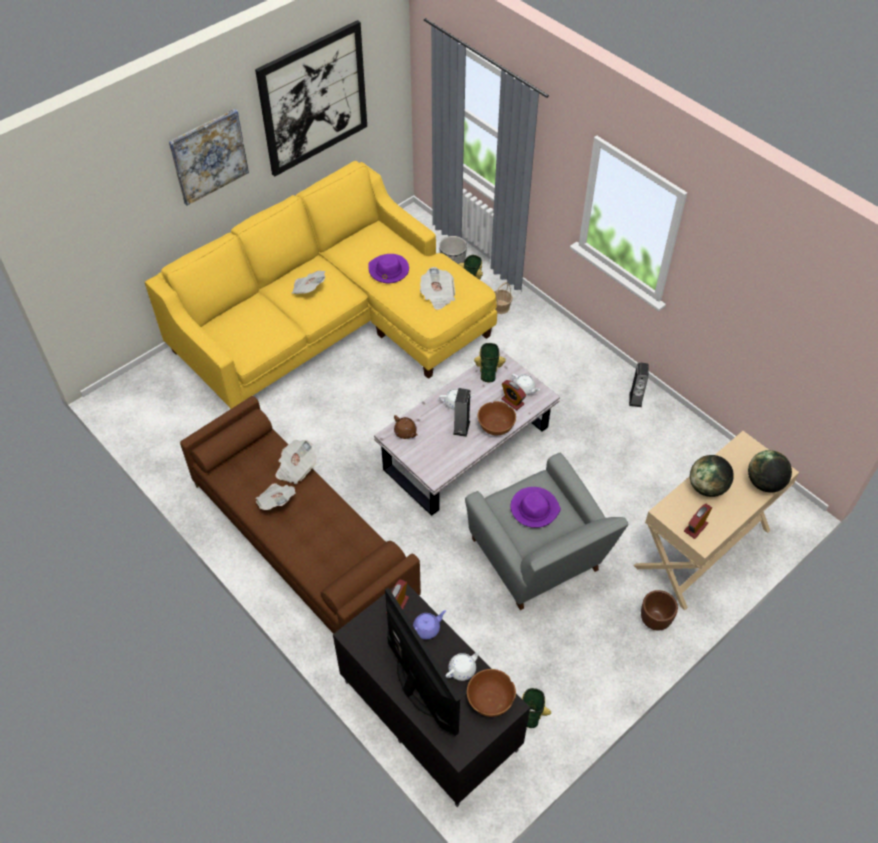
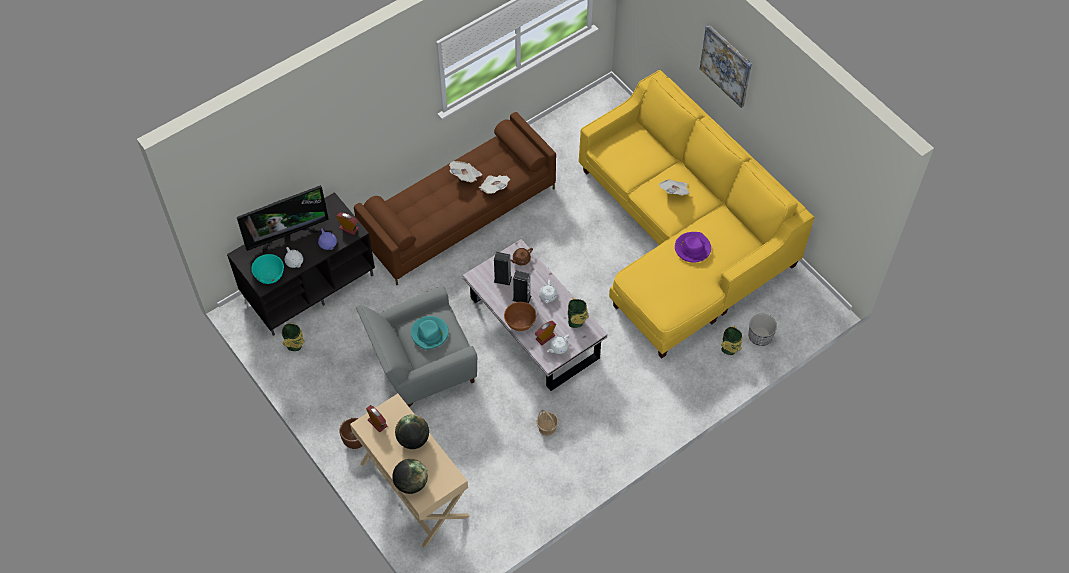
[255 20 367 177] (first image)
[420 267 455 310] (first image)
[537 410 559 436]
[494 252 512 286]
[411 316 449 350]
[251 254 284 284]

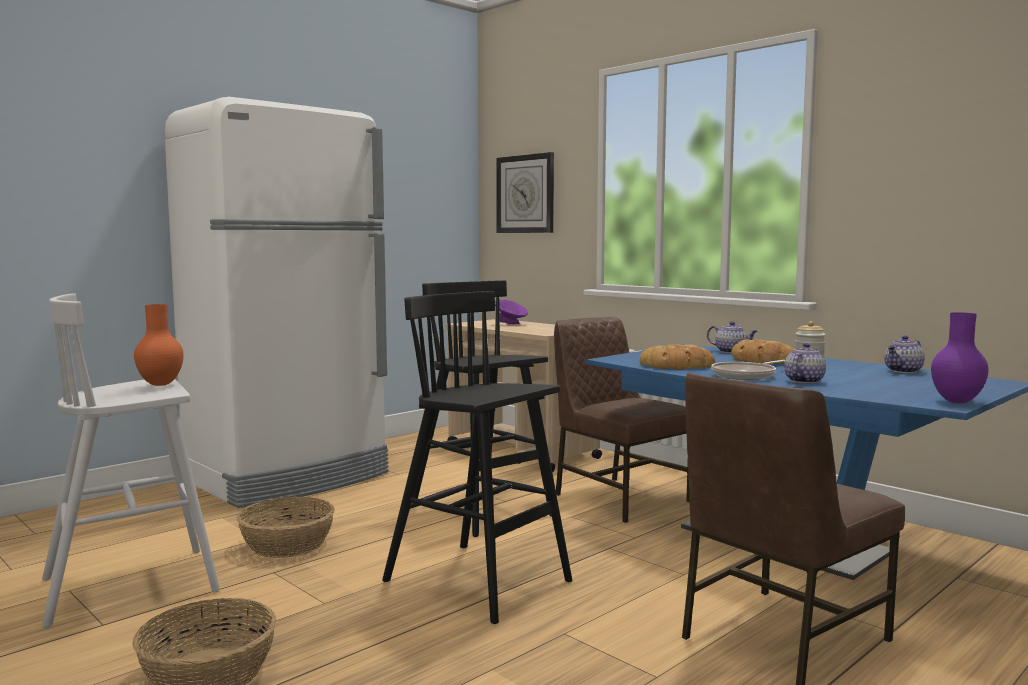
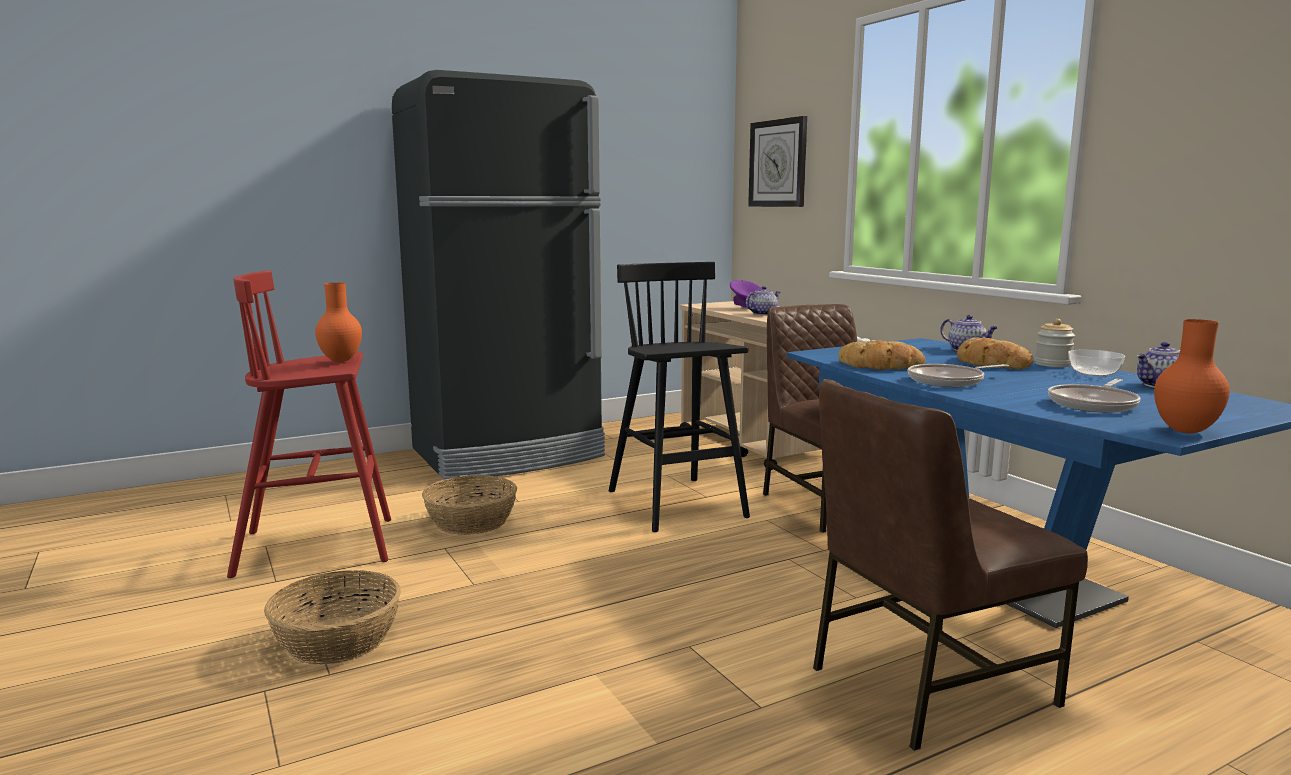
[392 70 605 480]
[382 291 572 624] (first image)
[227 270 391 578]
[1154 319 1230 434]
[746 286 781 315]
[1068 350 1125 376]
[1048 379 1141 413]

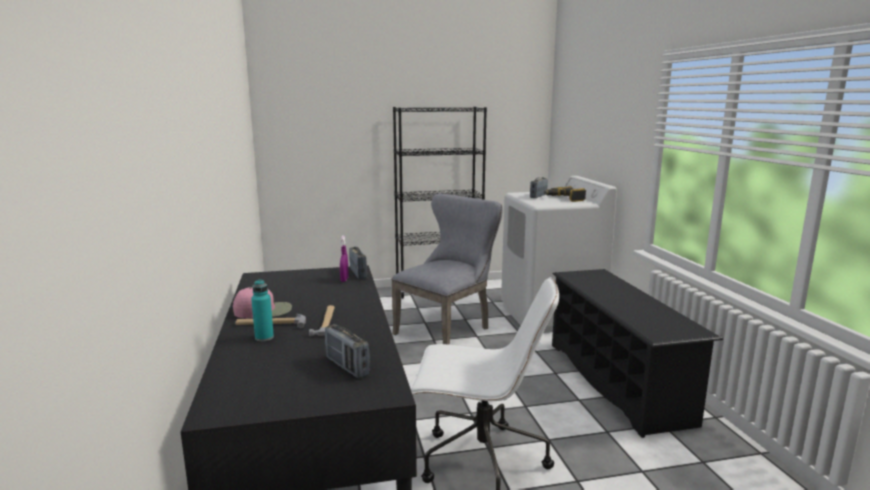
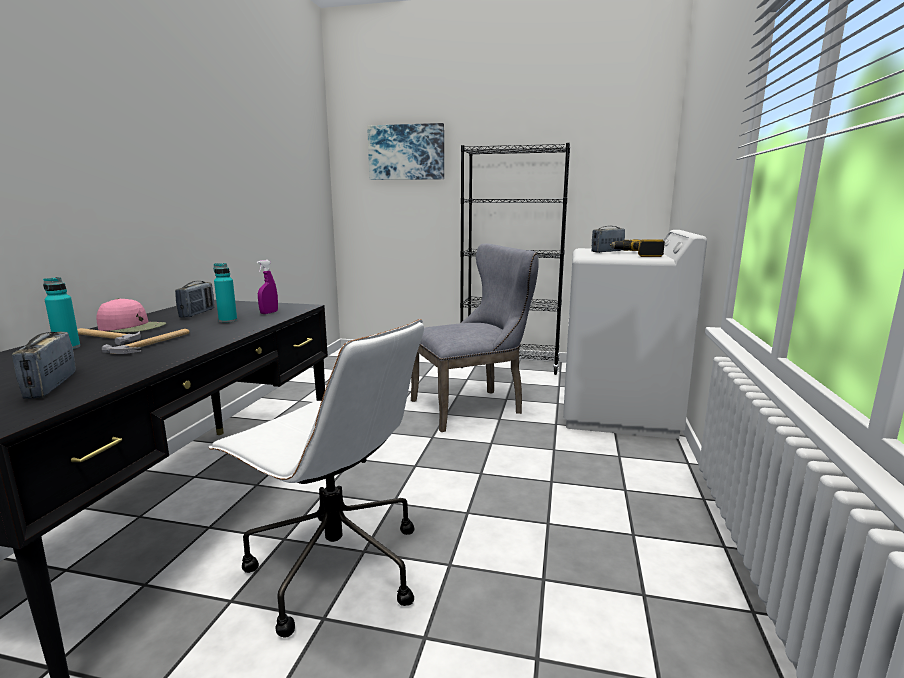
[175 281 214 318]
[552 269 723 438] (first image)
[367 123 444 180]
[214 263 237 323]

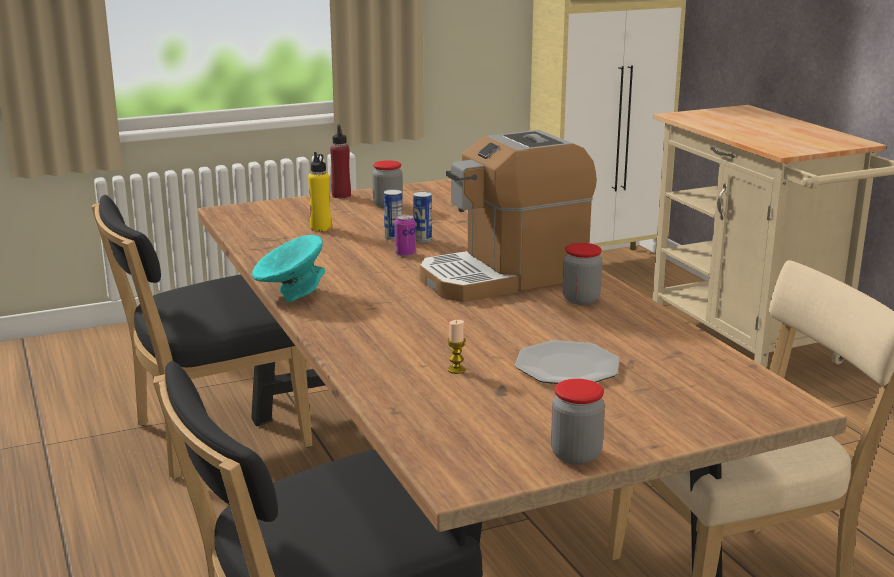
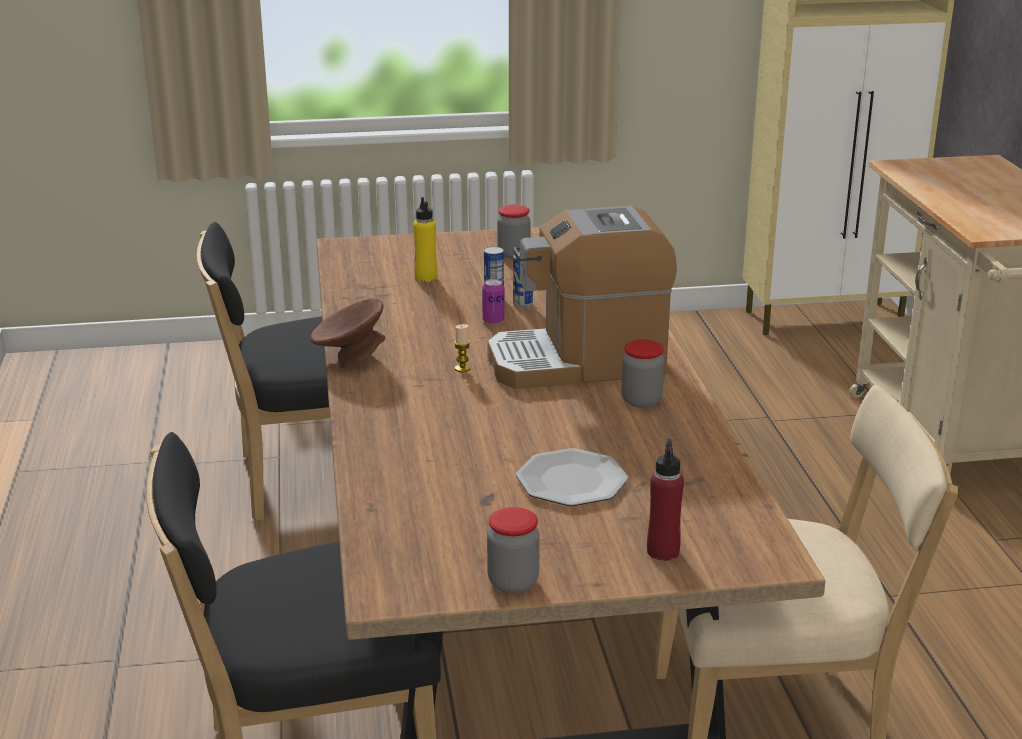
[647 439 684 561]
[310 298 385 368]
[454 324 470 372]

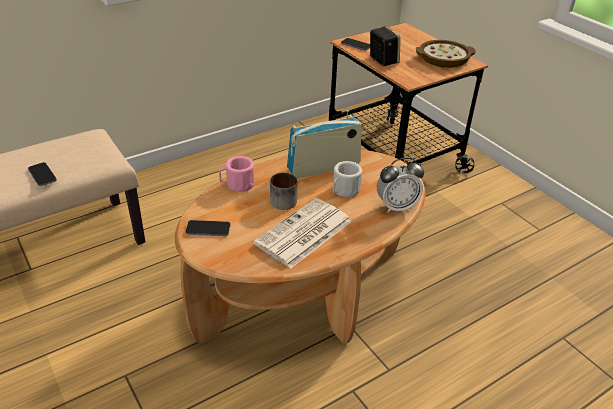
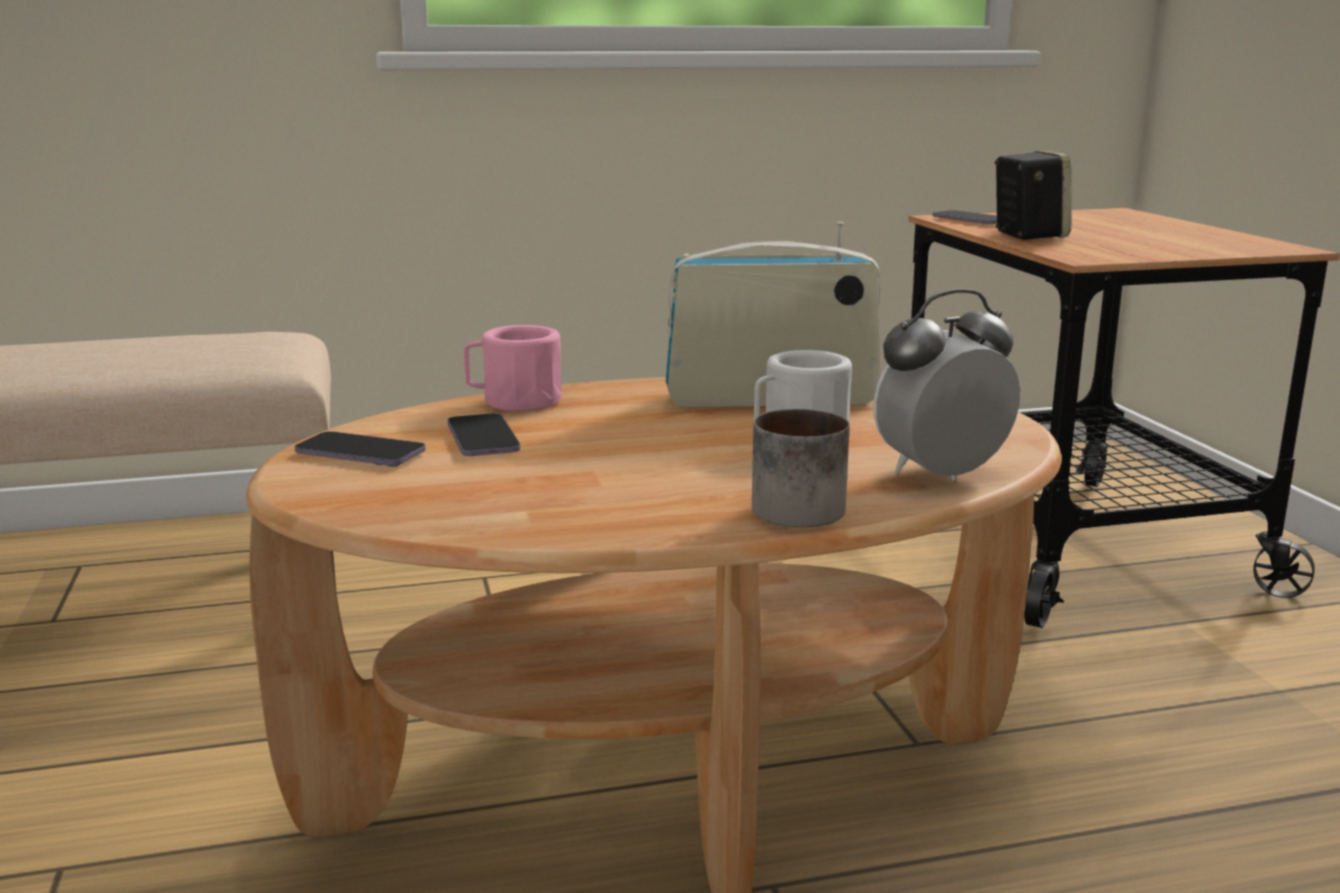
[416 40 476 68] (first image)
[874 289 1020 480]
[448 413 520 456]
[752 409 849 527]
[253 198 352 268] (first image)

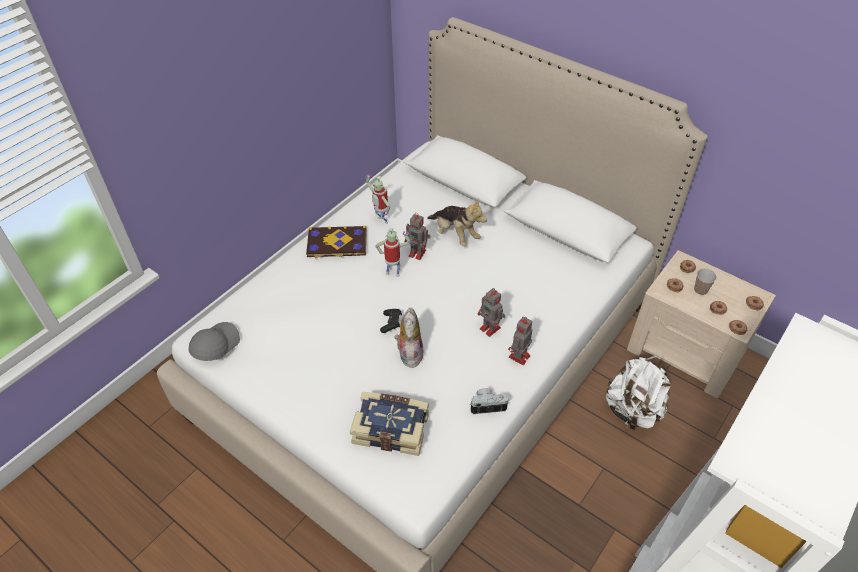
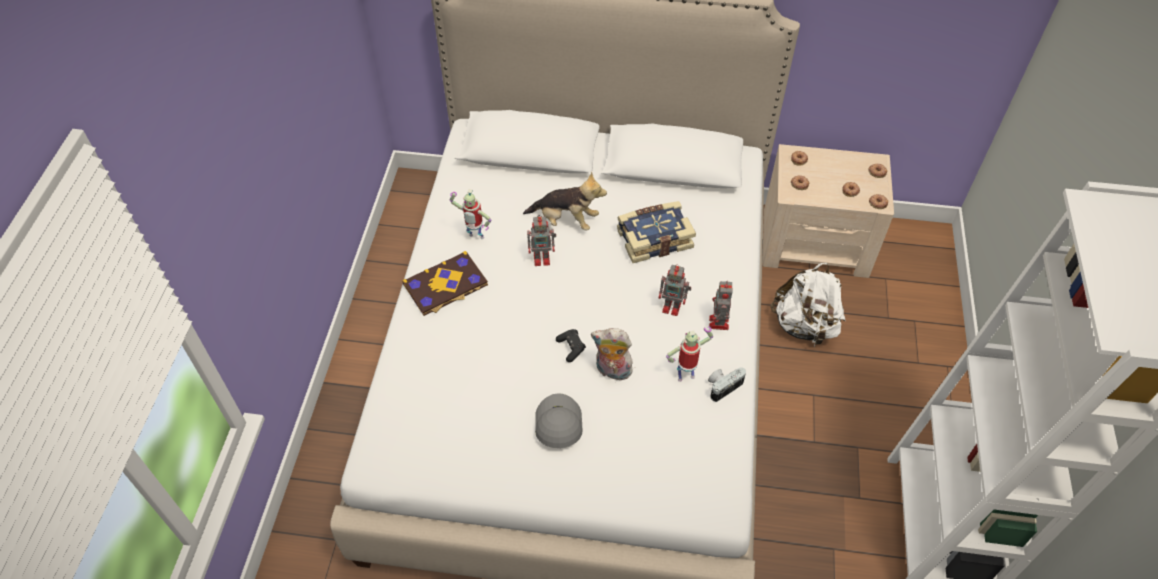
[666 326 713 382]
[694 269 717 295] (first image)
[591 328 633 381]
[535 393 583 448]
[617 201 696 263]

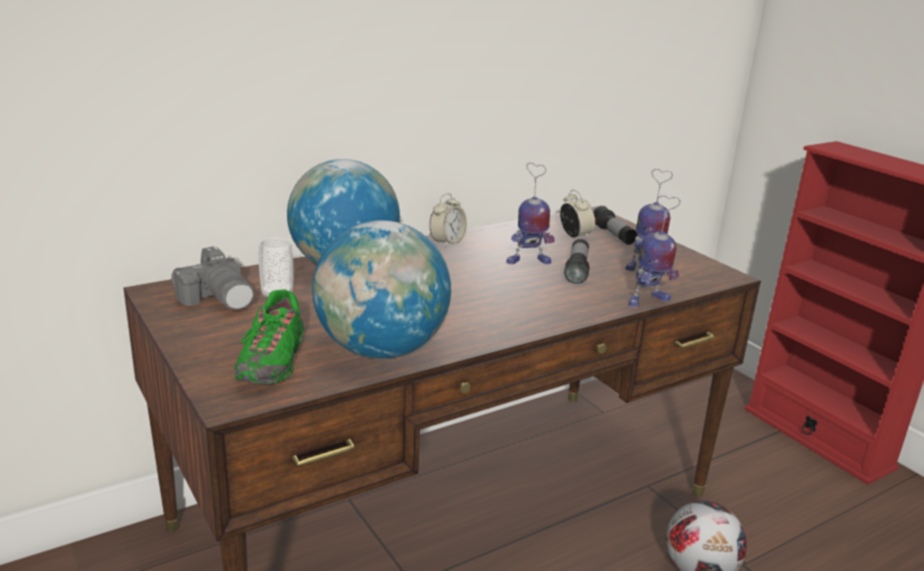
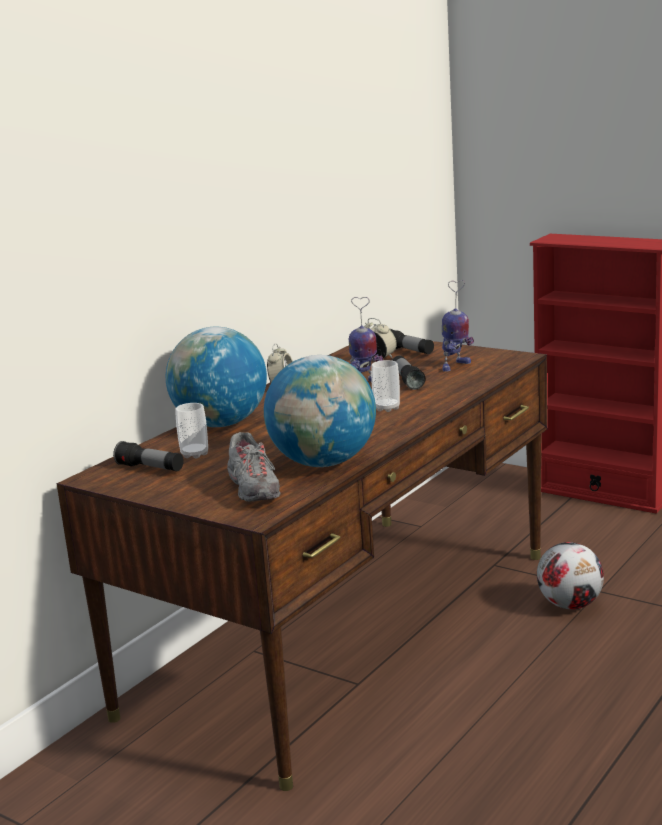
[629 196 680 307] (first image)
[113 441 184 471]
[227 432 281 502]
[371 360 400 412]

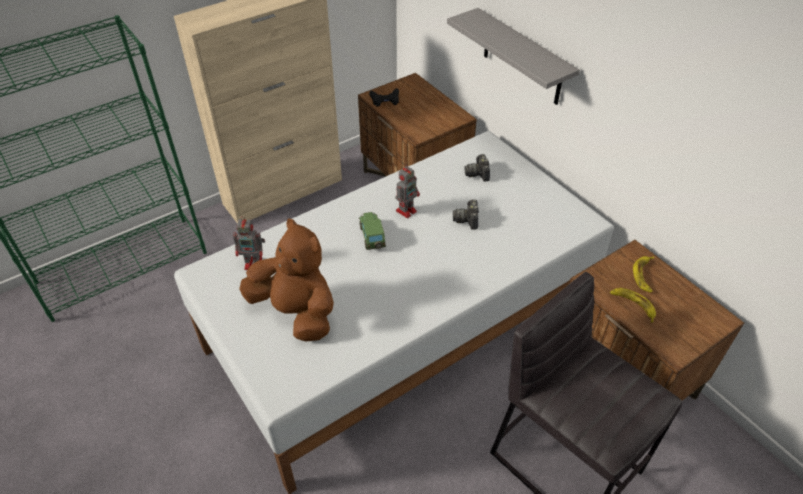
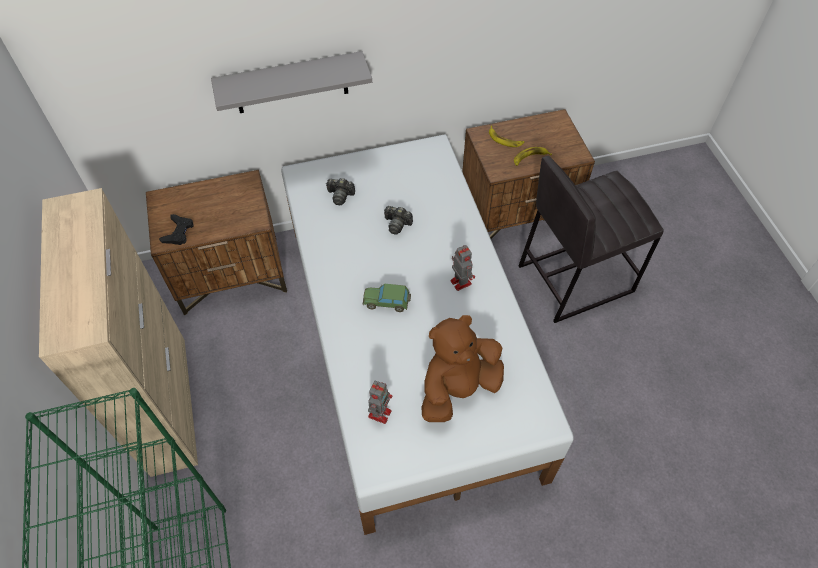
[450 245 475 291]

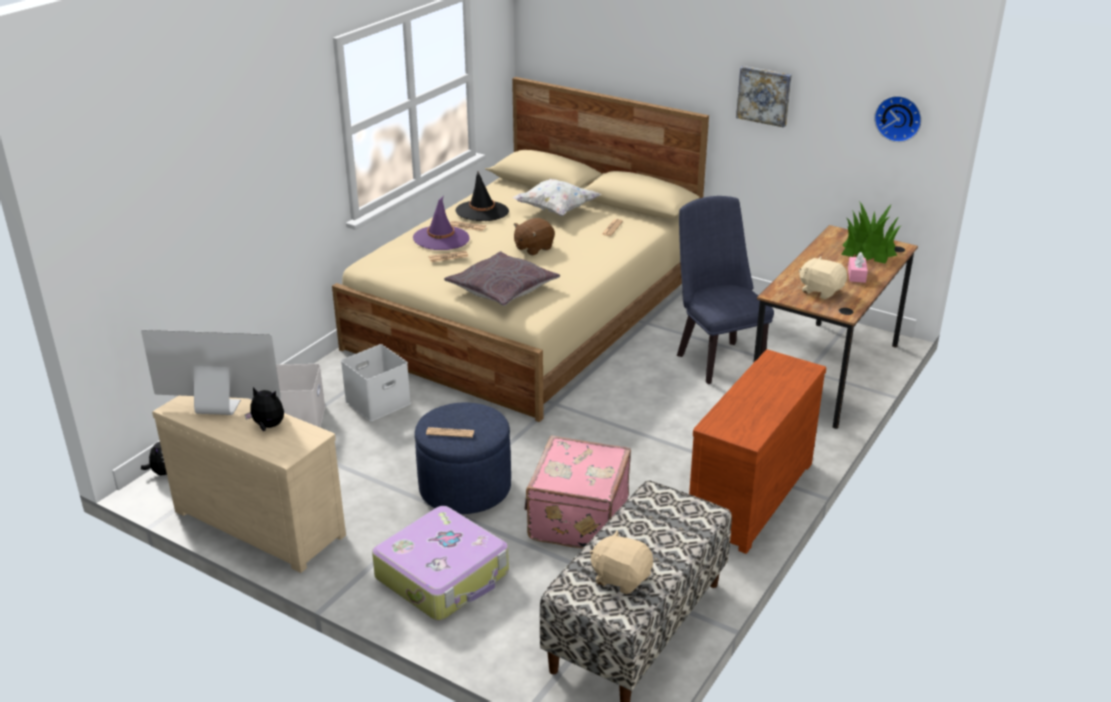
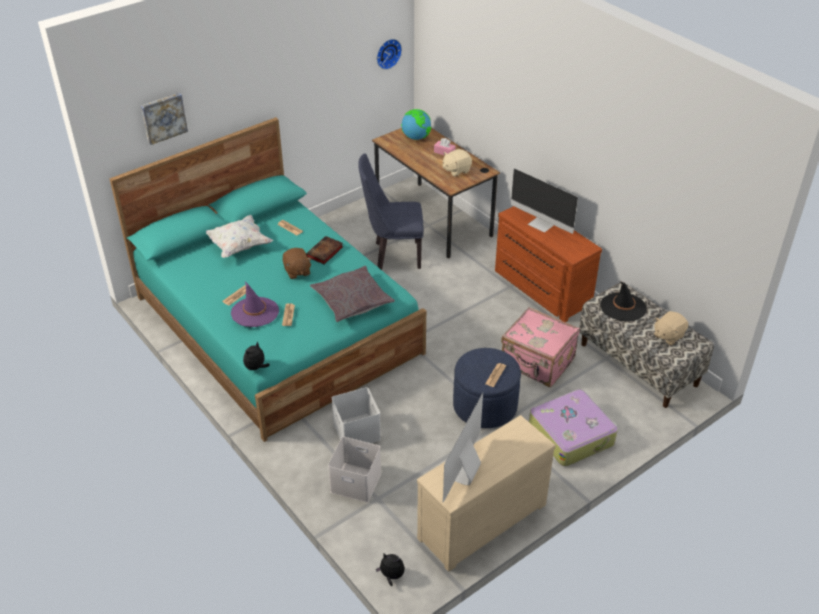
[141 93 188 145]
[110 117 426 442]
[600 281 647 321]
[401 109 431 140]
[243 341 270 370]
[511 168 578 234]
[306 236 343 264]

